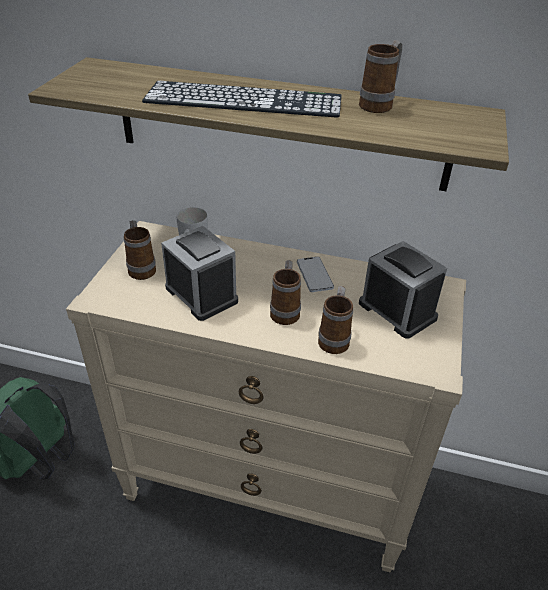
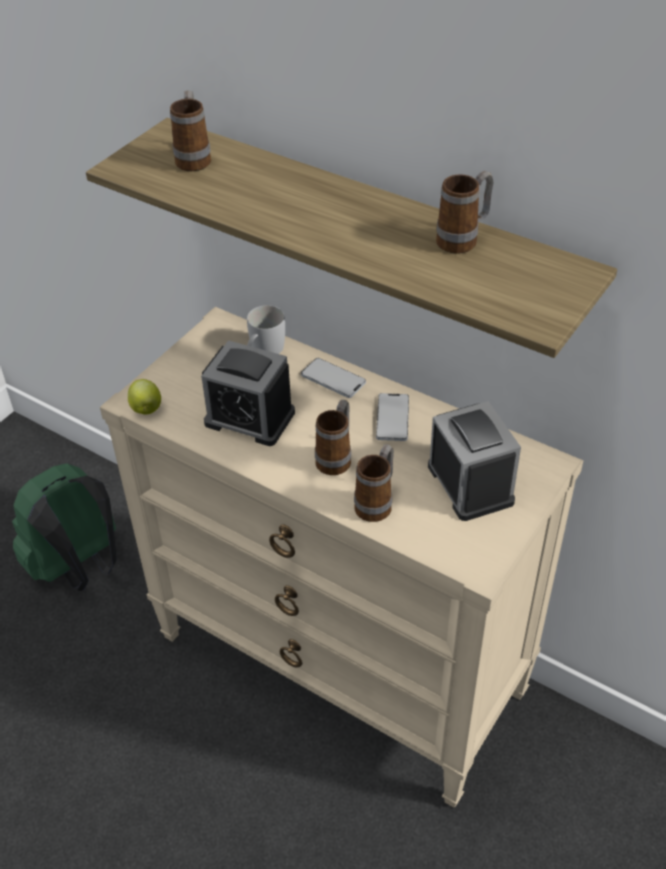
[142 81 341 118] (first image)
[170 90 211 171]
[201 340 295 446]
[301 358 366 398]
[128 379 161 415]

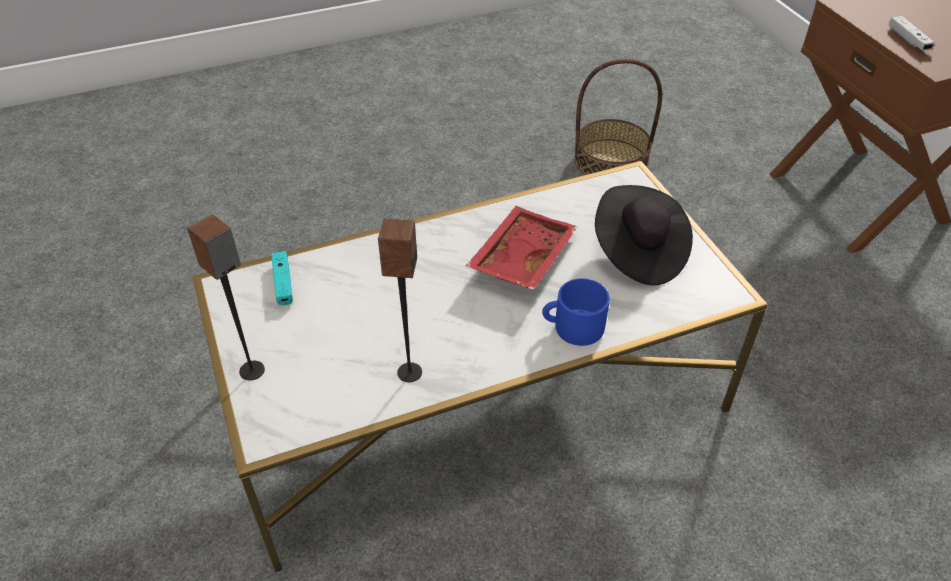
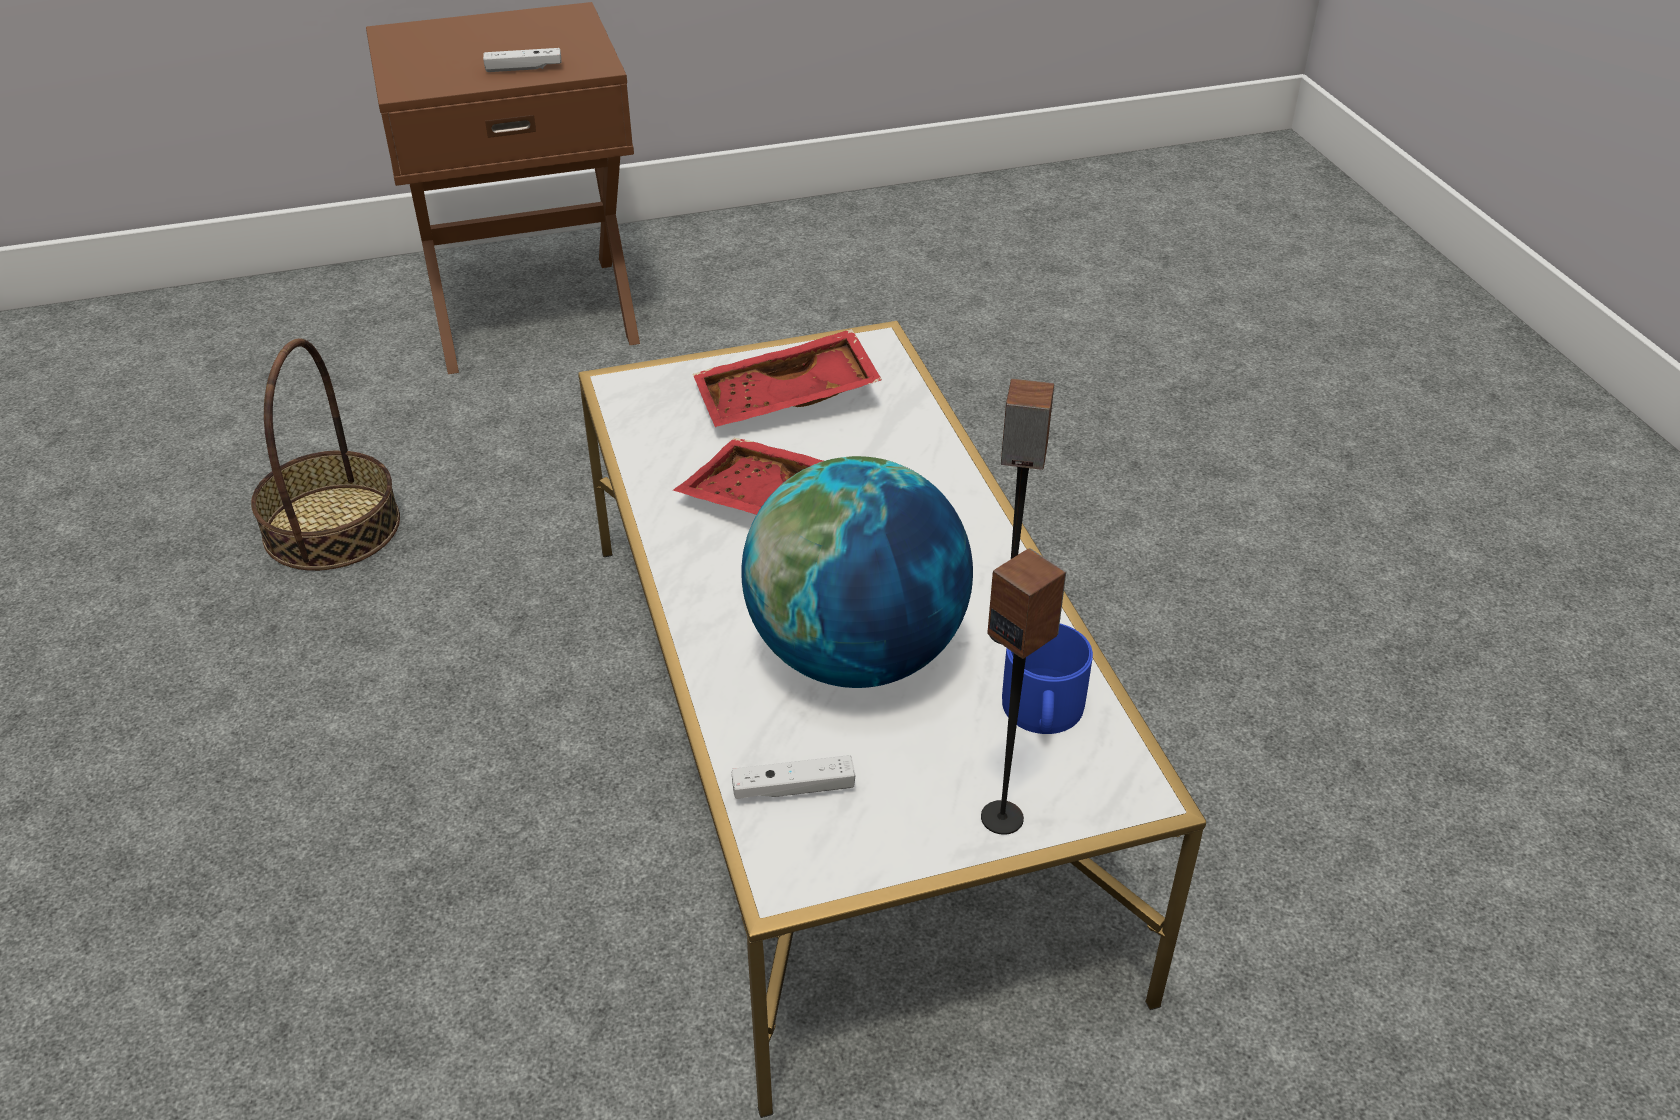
[693 329 882 427]
[732 755 855 799]
[1002 624 1093 734]
[741 456 973 688]

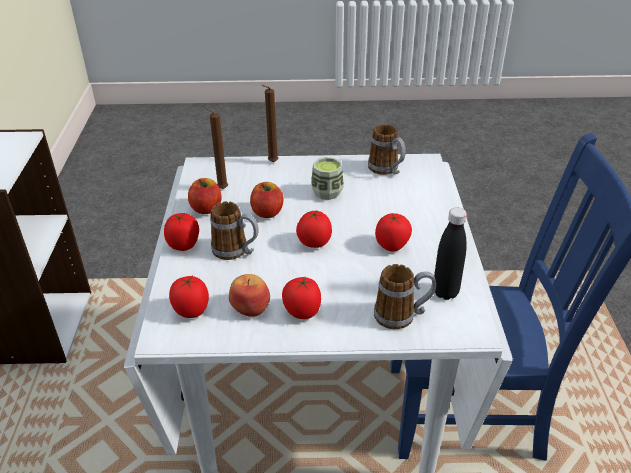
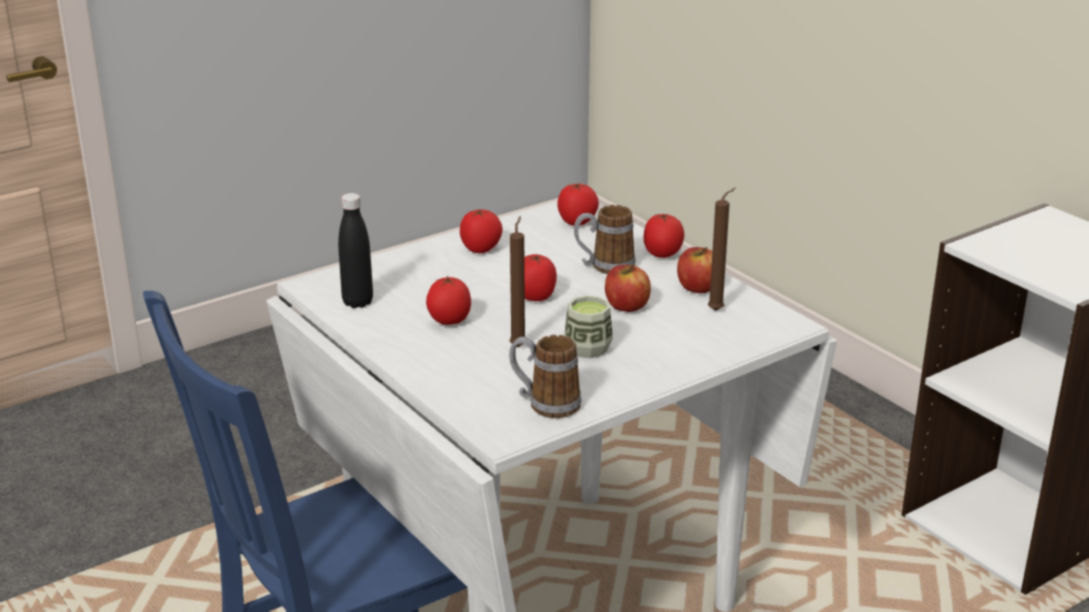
[510 216 525 347]
[374 264 436 329] (first image)
[229 274 270 317] (first image)

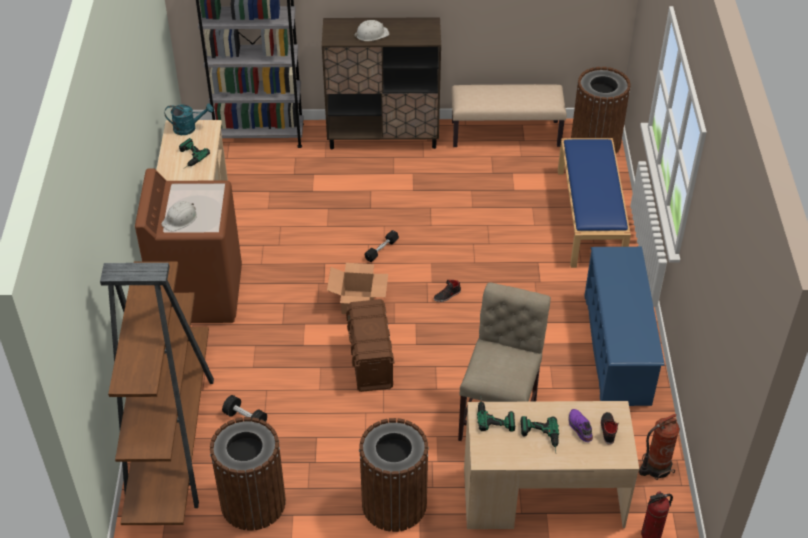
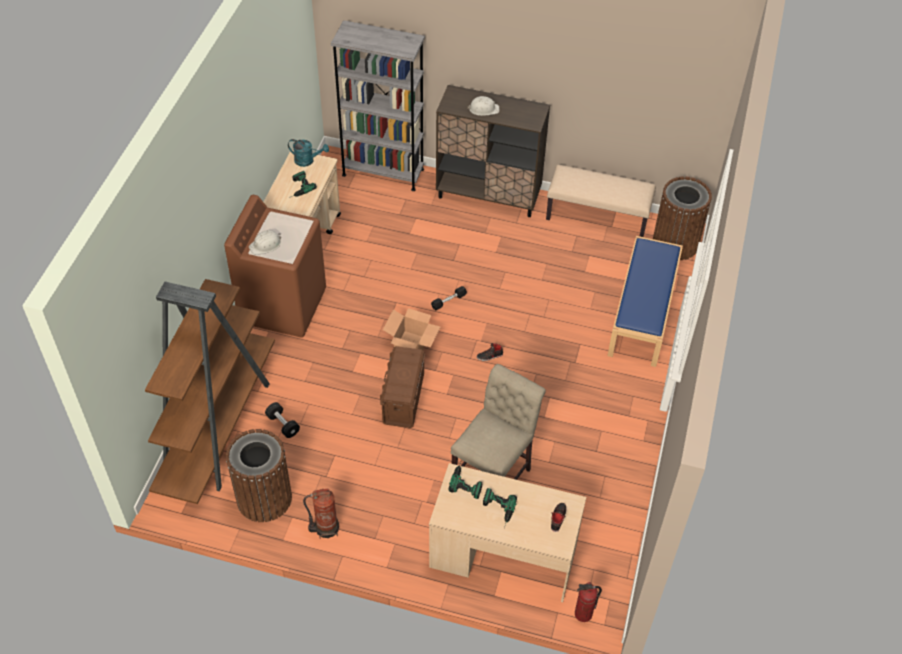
[584 247 665 406] (first image)
[568 409 593 442] (first image)
[303 488 339 539]
[359 418 429 532] (first image)

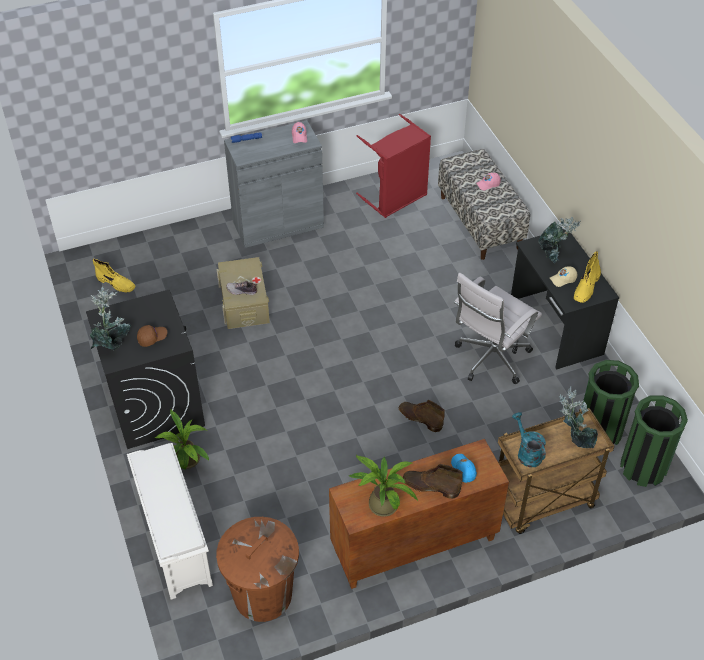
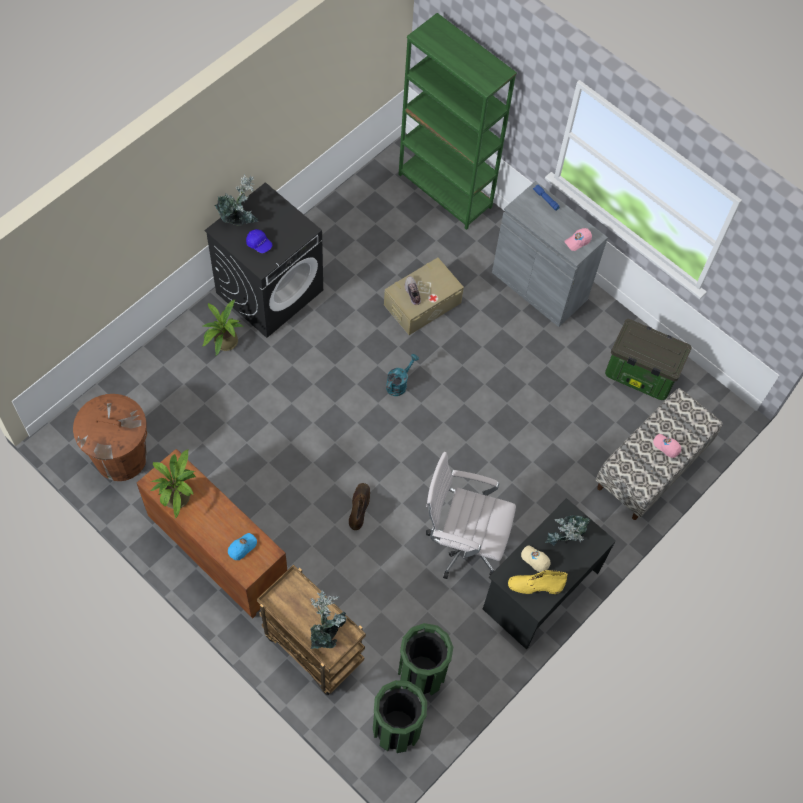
[605 319 692 400]
[93 259 135 293] (first image)
[246 229 272 253]
[386 354 419 396]
[127 443 213 600] (first image)
[403 464 463 499] (first image)
[398 13 517 230]

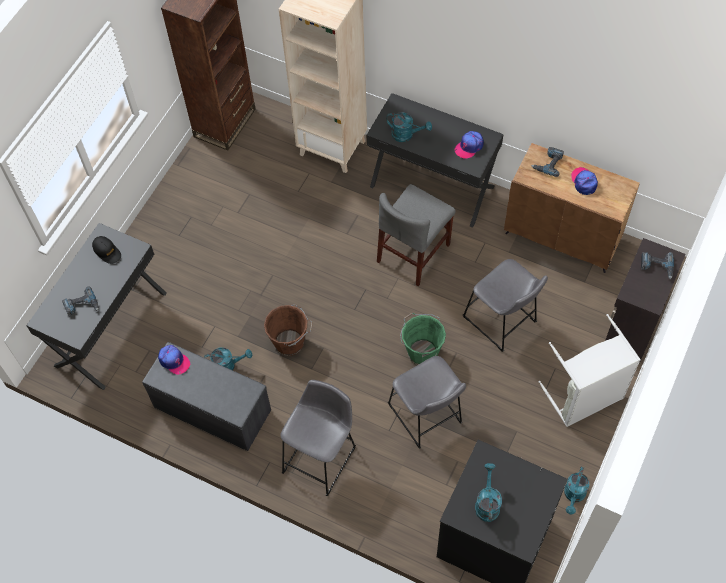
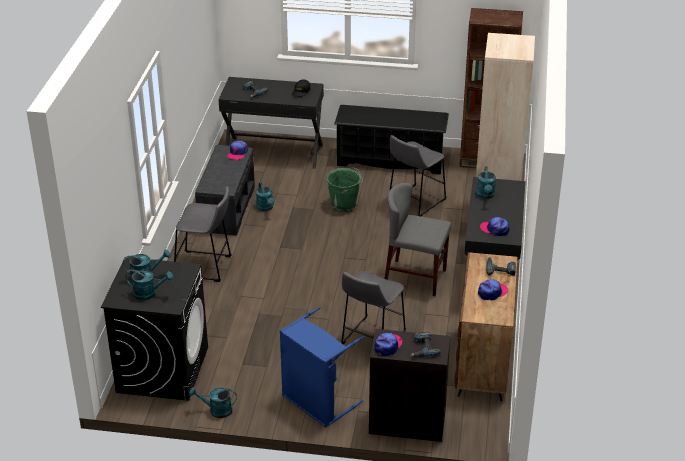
[264 304 313 356] (first image)
[327 167 363 212]
[280 307 364 428]
[390 135 446 217]
[334 105 449 175]
[125 269 173 300]
[375 333 402 356]

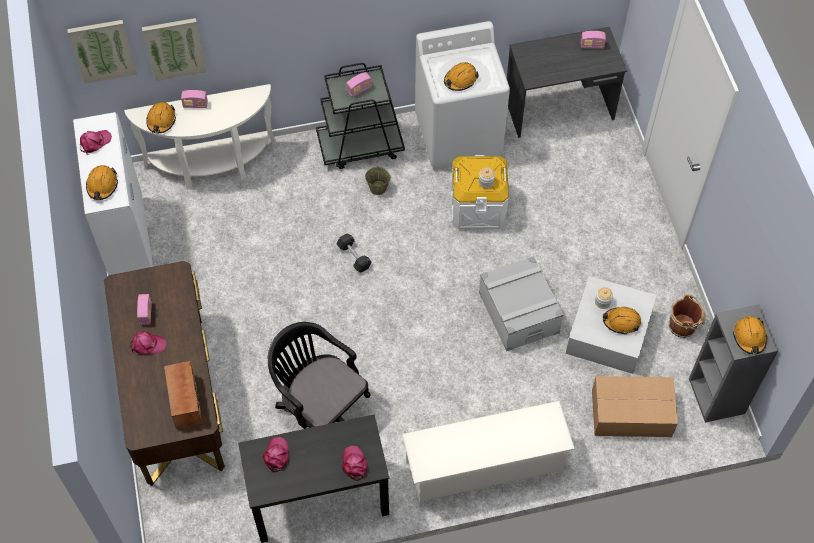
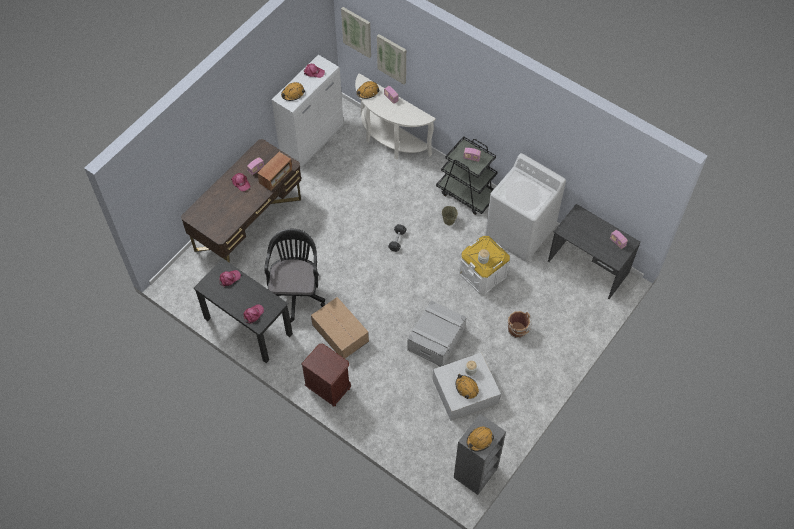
[444 62 479 91] (first image)
[508 311 532 338]
[257 152 292 191]
[311 297 369 359]
[301 344 351 406]

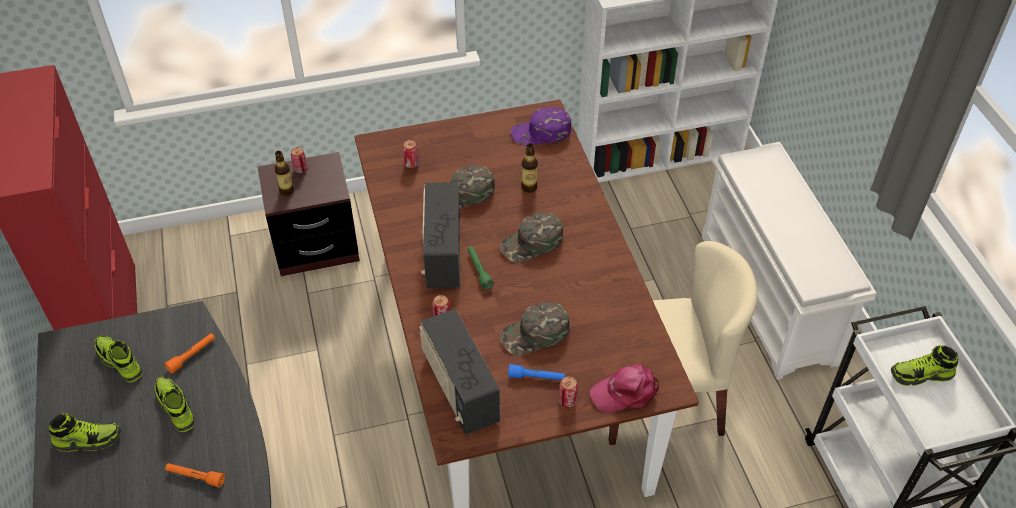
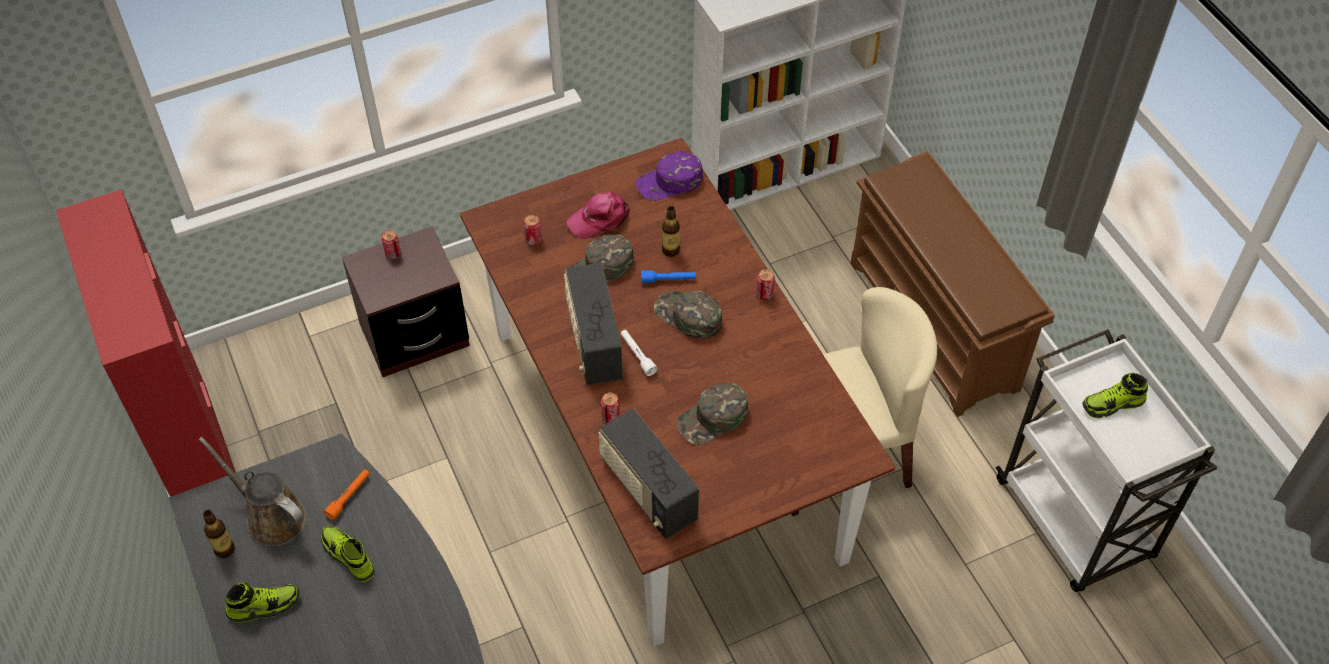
[850 151 1055 417]
[203 510 235 558]
[654 291 723 339]
[621 330 658 376]
[199 436 306 547]
[641 270 696 283]
[566 191 630 239]
[756 269 775 300]
[165 463 225 488] (first image)

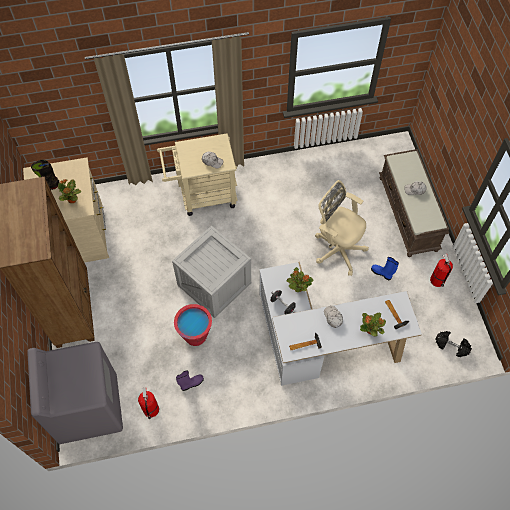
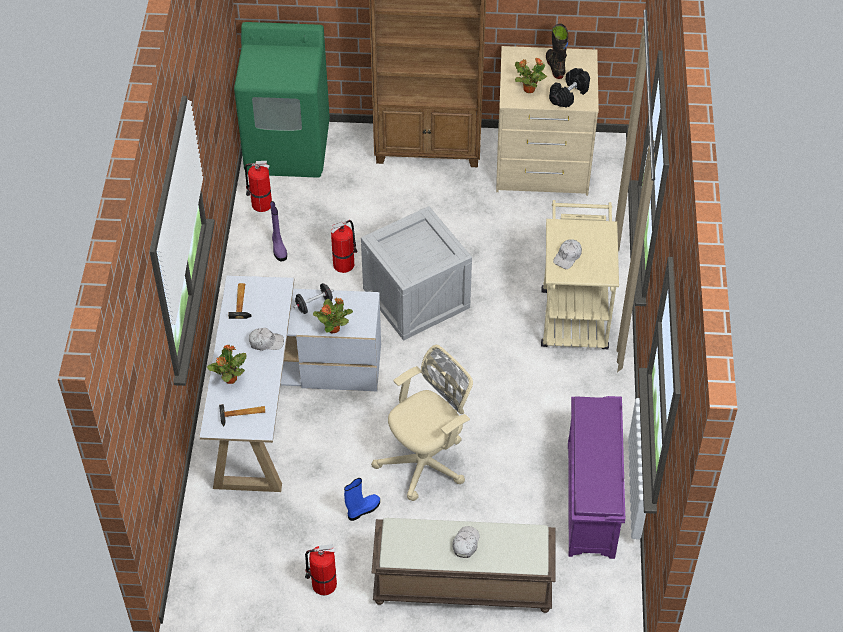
[331 220 357 273]
[549 68 590 108]
[234 22 330 178]
[568 396 625 559]

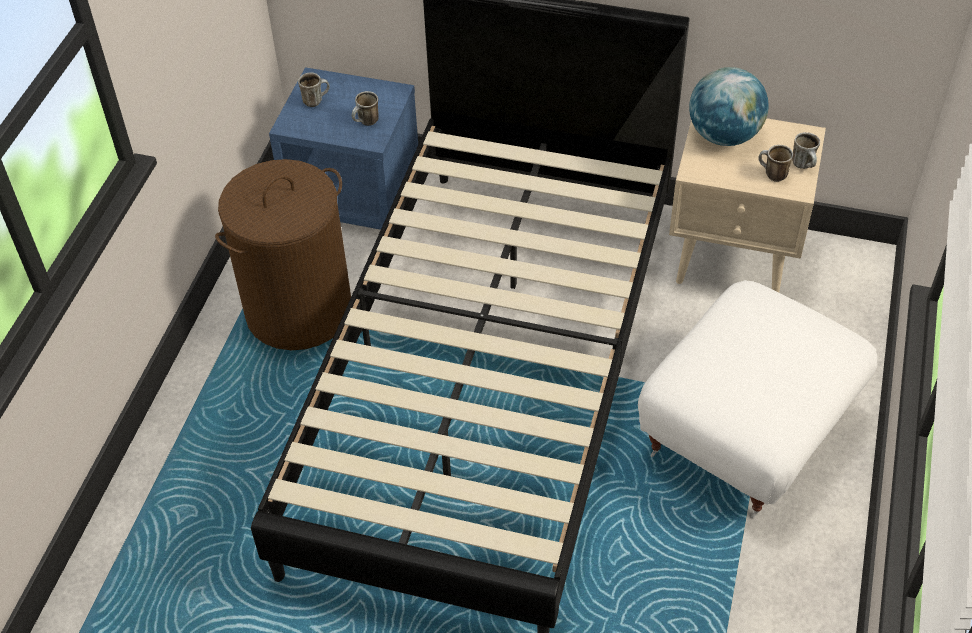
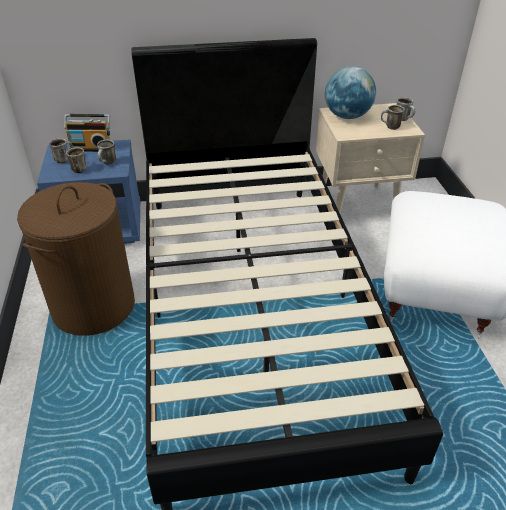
[64 114 110 152]
[66 147 87 173]

